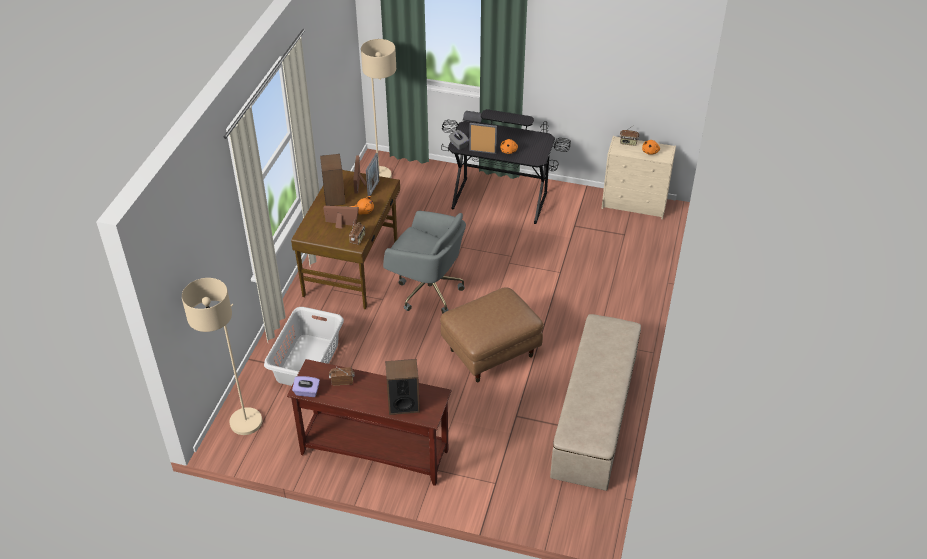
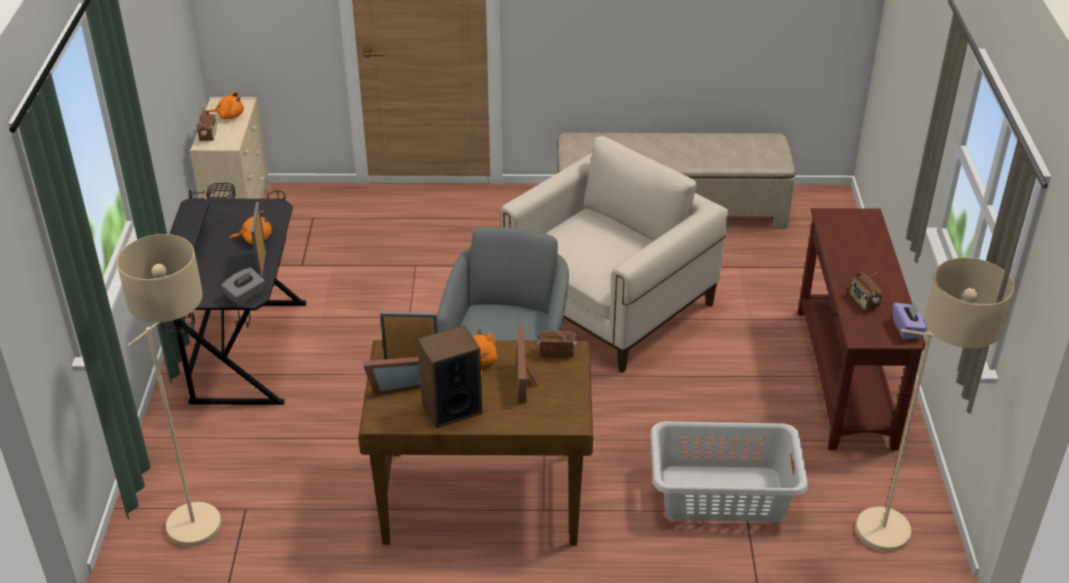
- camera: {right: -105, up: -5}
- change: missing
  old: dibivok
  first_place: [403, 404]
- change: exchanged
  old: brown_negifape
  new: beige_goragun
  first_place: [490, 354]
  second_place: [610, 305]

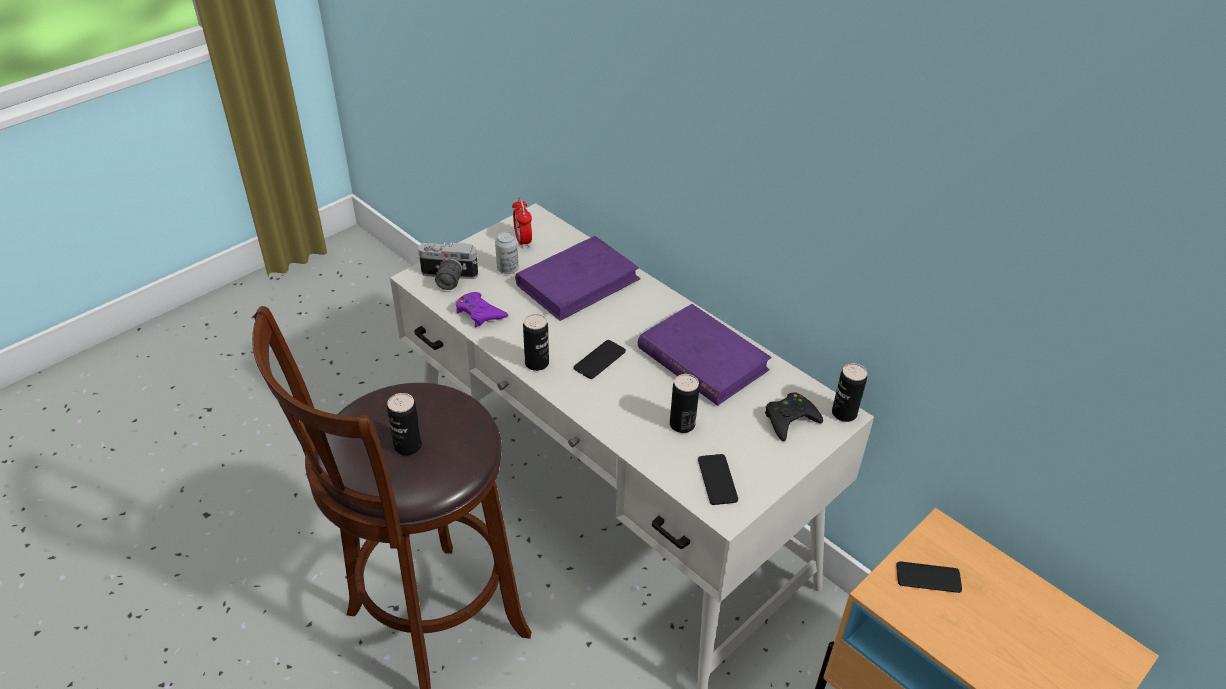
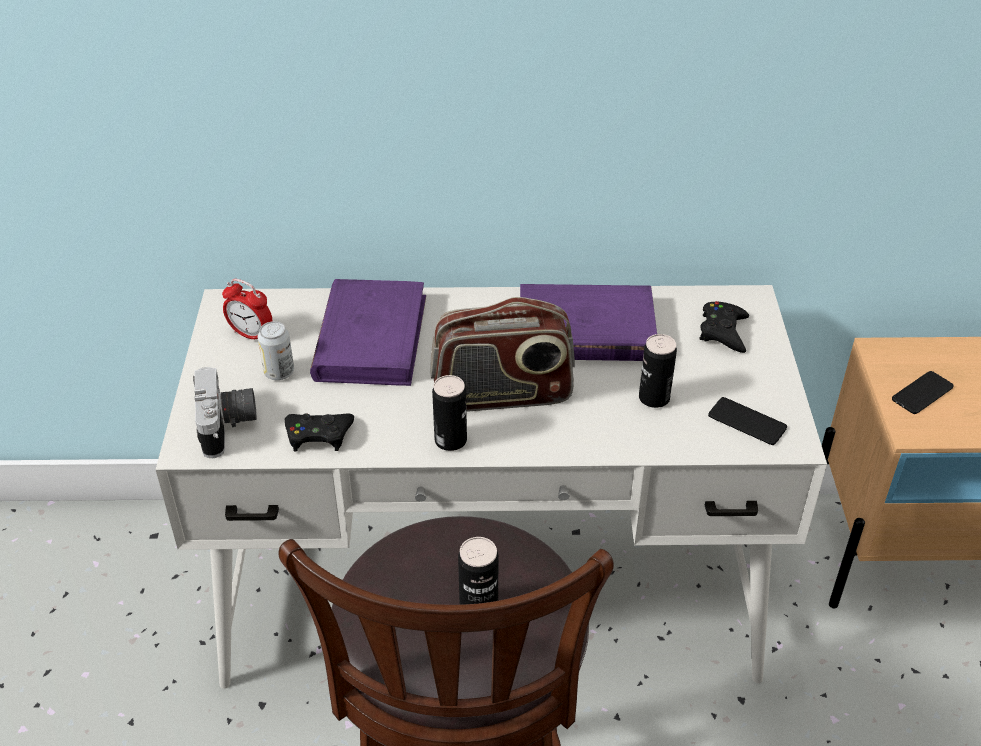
- camera: {right: -45, up: 0}
- change: spun
  old: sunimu
  first_place: [447, 279]
  second_place: [228, 426]
  degrees: -60
- change: colour
  old: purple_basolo
  new: black_basolo
  first_place: [480, 313]
  second_place: [318, 435]
- change: exchanged
  old: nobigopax
  new: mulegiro
  first_place: [599, 360]
  second_place: [502, 395]
- change: missing
  old: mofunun
  first_place: [844, 413]

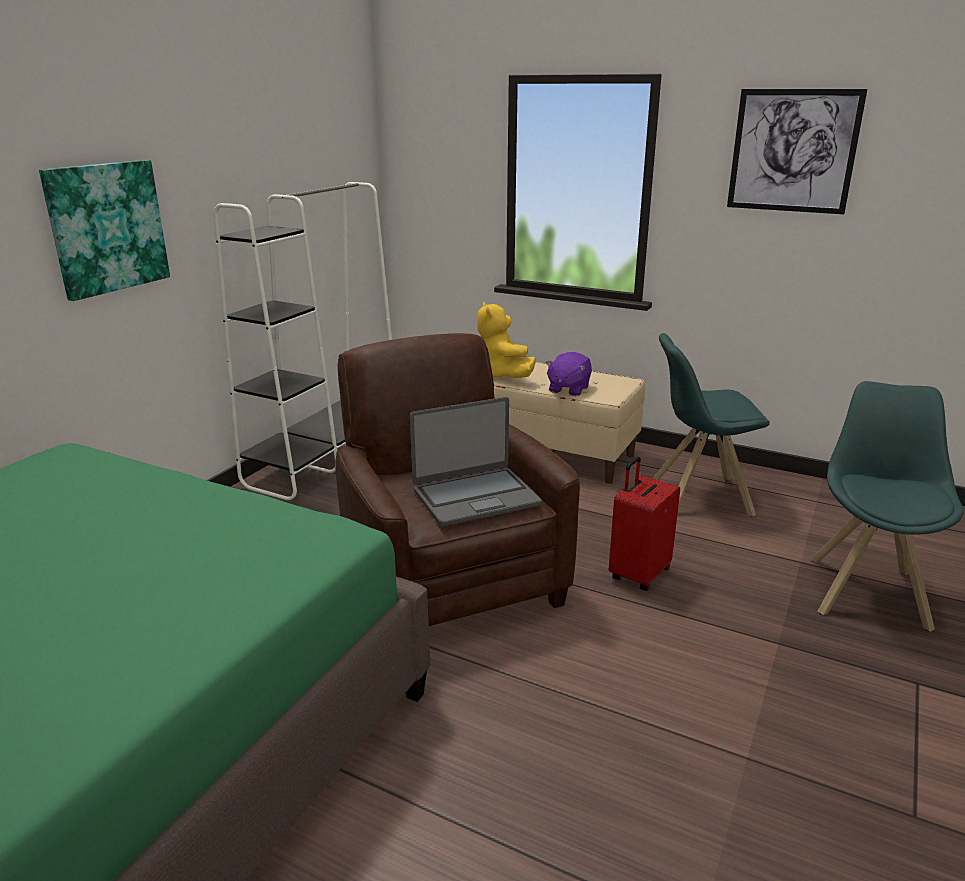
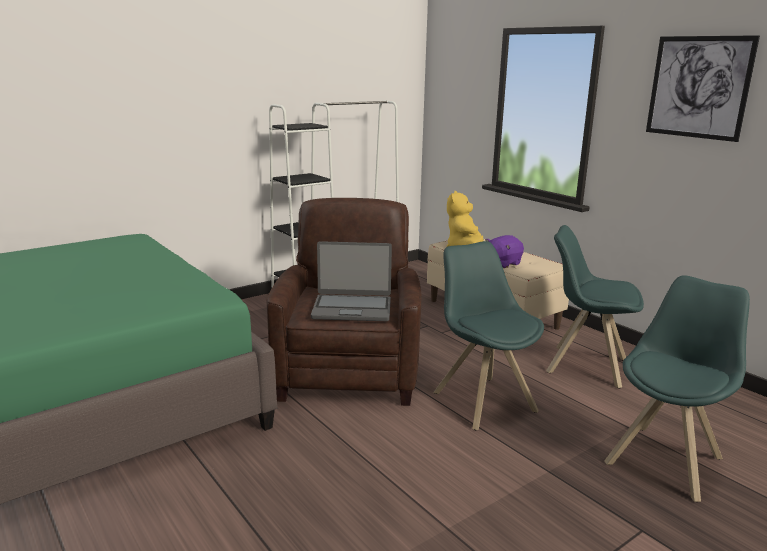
- camera: {right: 25, up: -5}
- change: missing
  old: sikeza
  first_place: [107, 228]
- change: exchanged
  old: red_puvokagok
  new: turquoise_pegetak
  first_place: [638, 574]
  second_place: [483, 401]

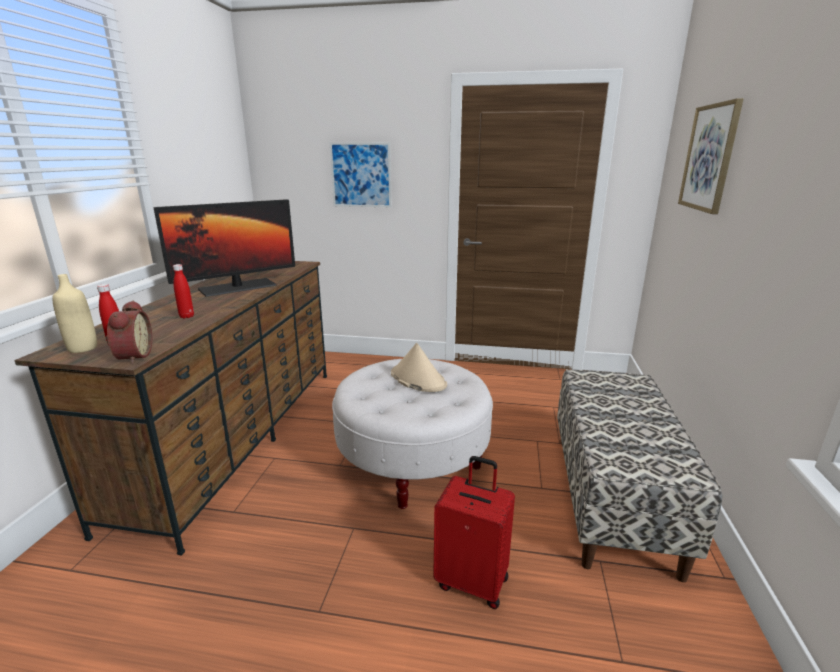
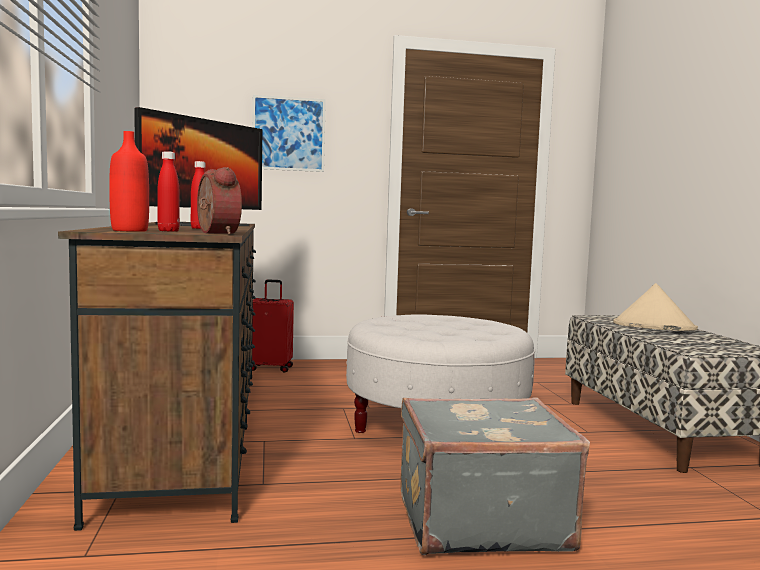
- camera: {right: -20, up: -15}
- change: colour
  old: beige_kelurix
  new: red_kelurix
  first_place: [82, 348]
  second_place: [129, 230]
- change: relocated
  old: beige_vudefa
  first_place: [417, 379]
  second_place: [653, 326]
- change: relocated
  old: red_puvokagok
  first_place: [472, 581]
  second_place: [270, 368]
- change: missing
  old: sikeza
  first_place: [709, 158]
- change: appeared
  new: grey_puvokagok
  second_place: [479, 520]

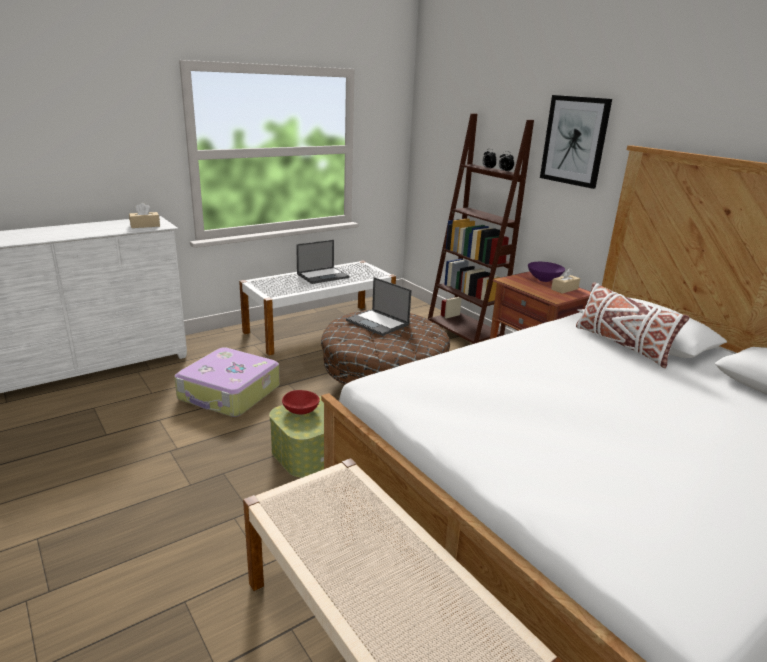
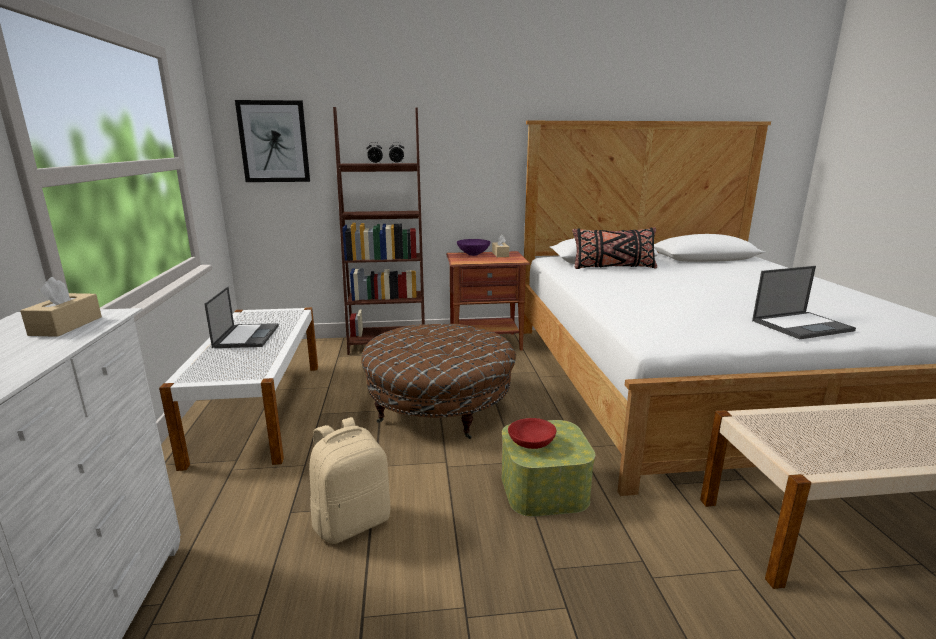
- camera: {right: -60, up: -5}
- change: exchanged
  old: puvokagok
  new: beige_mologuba
  first_place: [229, 393]
  second_place: [352, 522]
- change: relocated
  old: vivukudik
  first_place: [378, 323]
  second_place: [802, 325]
- change: relocated
  old: sikeza
  first_place: [574, 141]
  second_place: [274, 142]
- change: colour
  old: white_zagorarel
  new: black_zagorarel
  first_place: [621, 345]
  second_place: [613, 267]

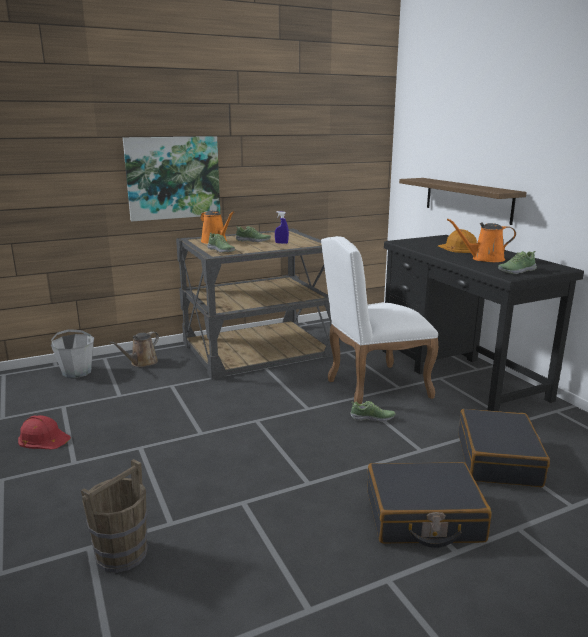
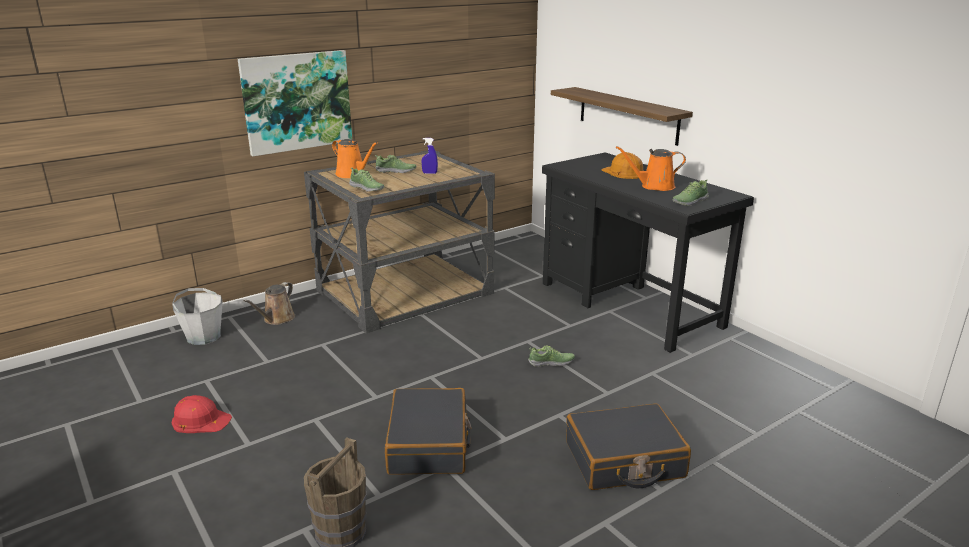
- camera: {right: -10, up: 5}
- change: missing
  old: white_pegetak
  first_place: [374, 387]
- change: relocated
  old: black_puvokagok
  first_place: [498, 459]
  second_place: [429, 444]

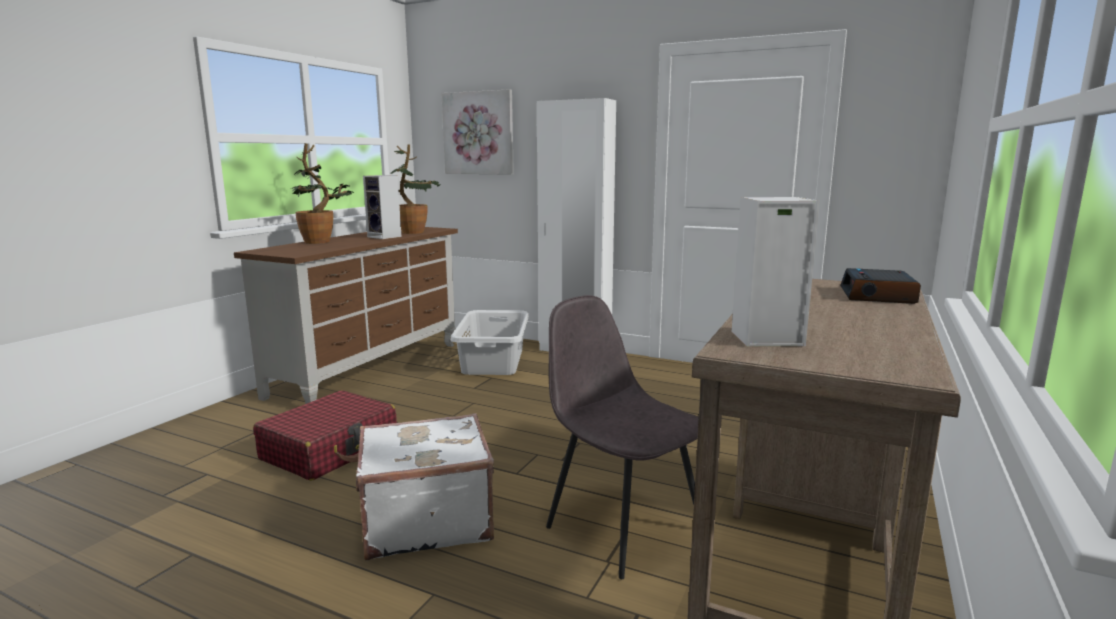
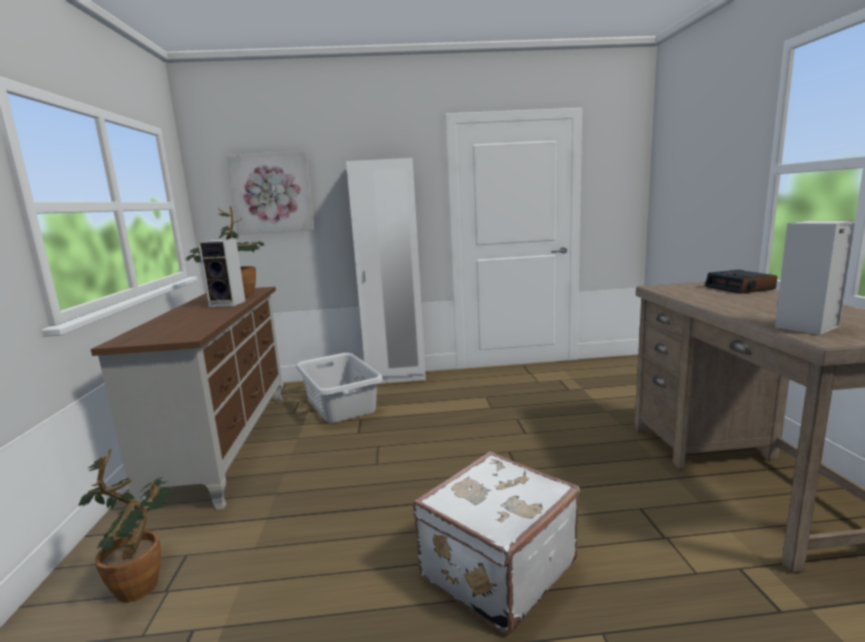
- camera: {right: -30, up: 0}
- change: missing
  old: red_puvokagok
  first_place: [331, 449]
- change: relocated
  old: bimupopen
  first_place: [323, 241]
  second_place: [145, 580]
- change: missing
  old: grey_pegetak
  first_place: [621, 526]

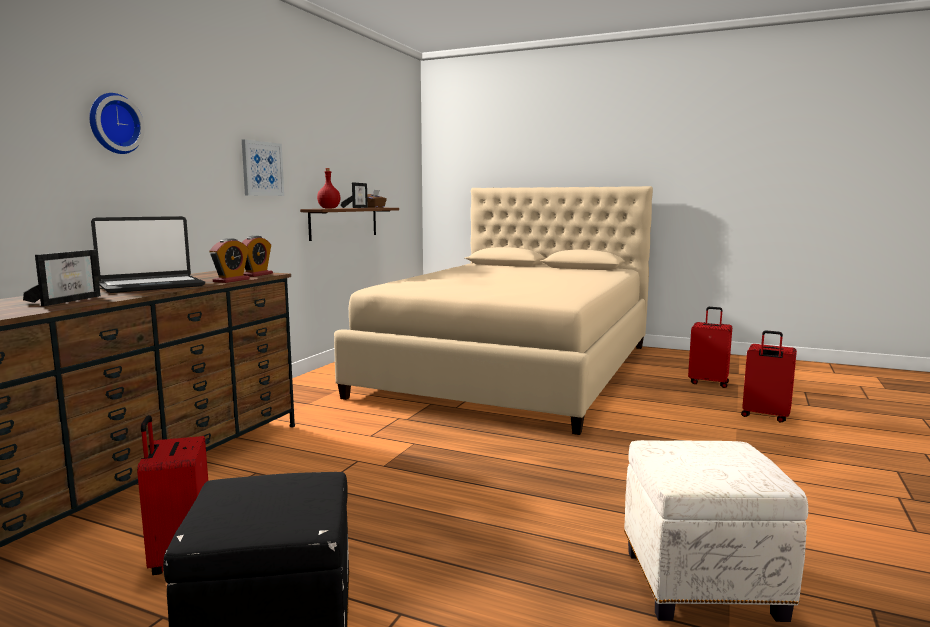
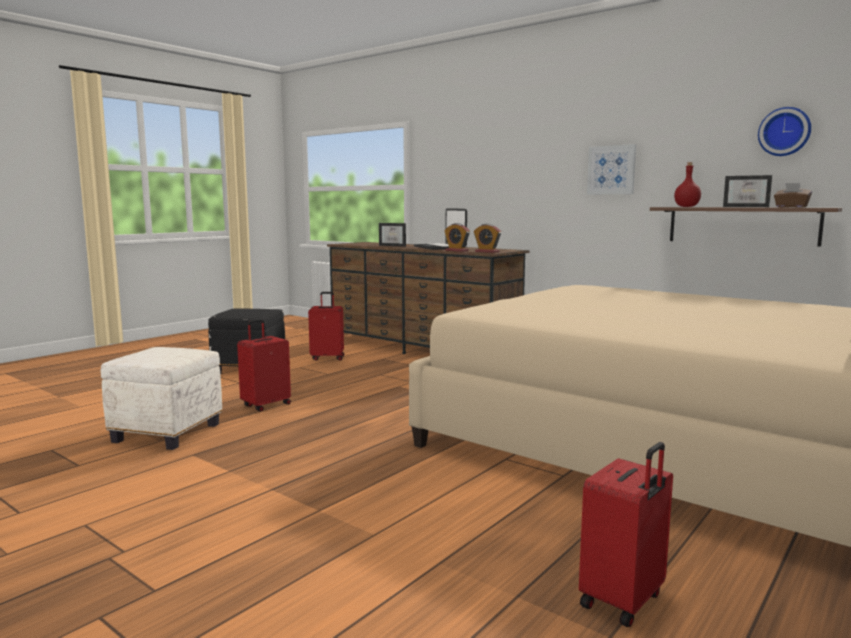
- camera: {right: 105, up: 0}
- change: relocated
  old: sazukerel
  first_place: [113, 124]
  second_place: [784, 132]
- change: relocated
  old: red_puvokagok
  first_place: [765, 416]
  second_place: [266, 405]

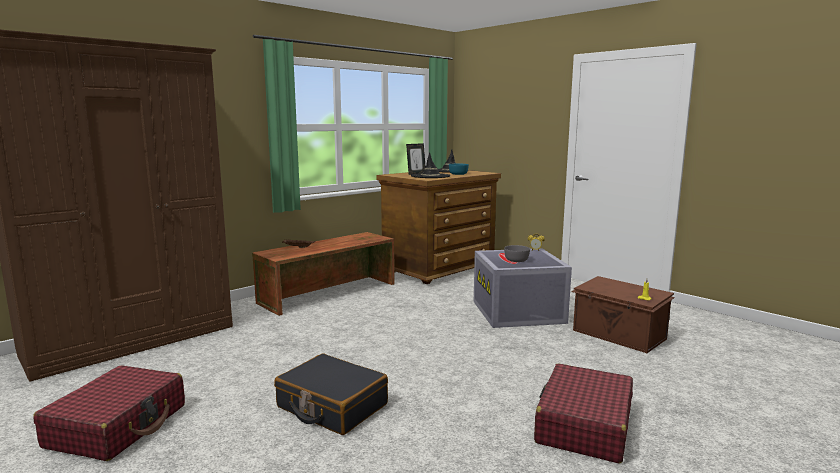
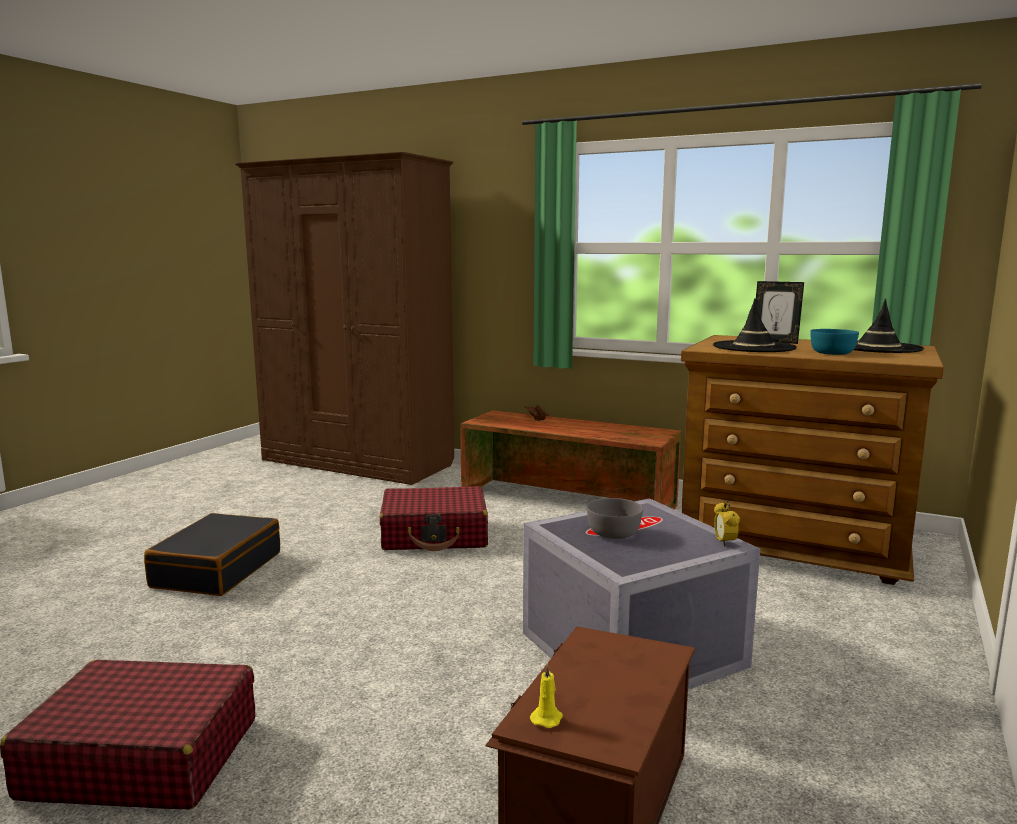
- camera: {right: 70, up: 0}
- change: relocated
  old: red_puvokagok
  first_place: [118, 426]
  second_place: [435, 535]

